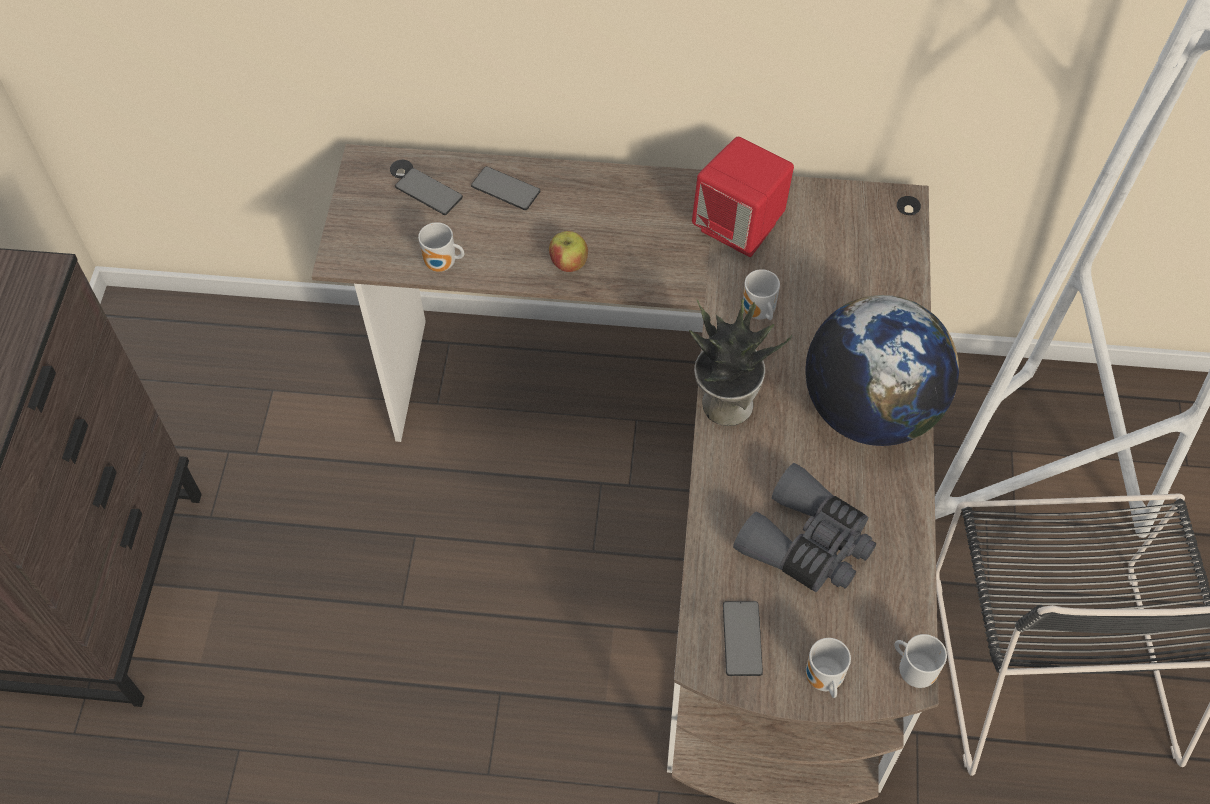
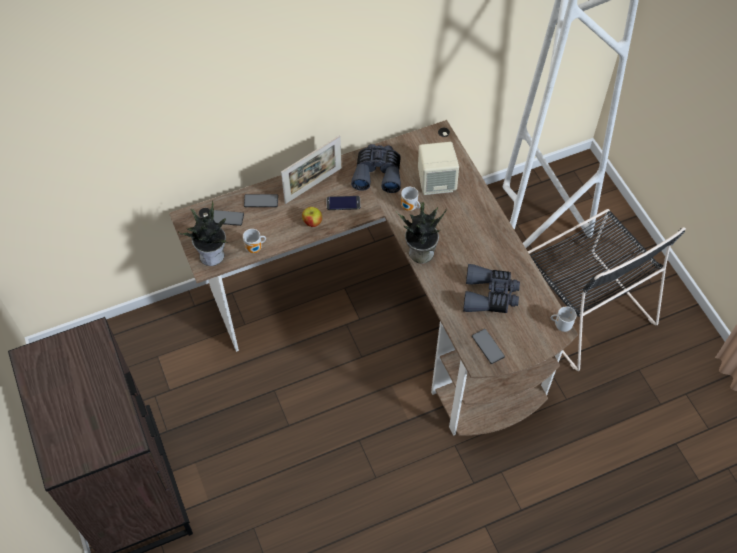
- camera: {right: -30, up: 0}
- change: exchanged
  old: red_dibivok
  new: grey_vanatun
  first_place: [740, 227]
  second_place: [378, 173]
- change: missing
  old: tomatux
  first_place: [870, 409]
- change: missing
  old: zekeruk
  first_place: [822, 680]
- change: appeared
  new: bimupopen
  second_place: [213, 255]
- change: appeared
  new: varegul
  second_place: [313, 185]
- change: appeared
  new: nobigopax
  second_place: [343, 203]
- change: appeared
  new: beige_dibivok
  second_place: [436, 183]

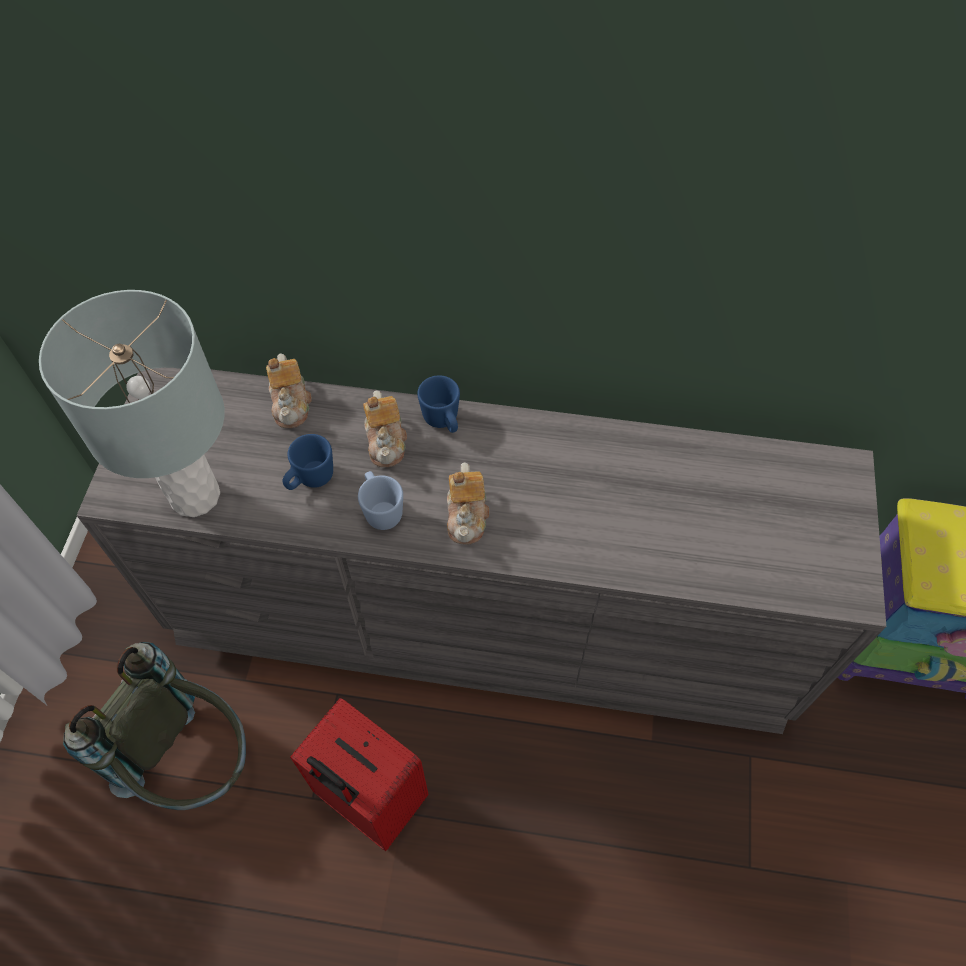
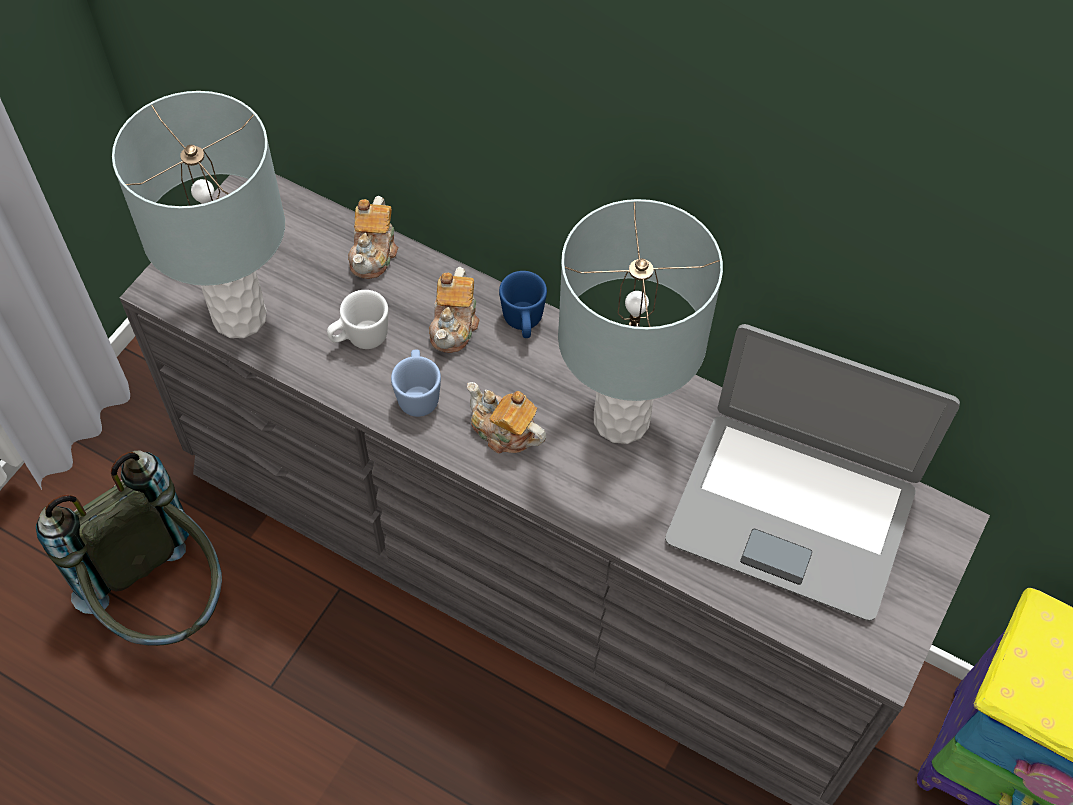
- camera: {right: 20, up: 0}
- change: colour
  old: blue_zekeruk
  new: white_zekeruk
  first_place: [310, 479]
  second_place: [360, 338]
- change: missing
  old: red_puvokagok
  first_place: [369, 799]
- change: spun
  old: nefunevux
  first_place: [467, 516]
  second_place: [504, 431]
  degrees: 105
- change: appeared
  new: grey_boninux
  second_place: [622, 420]
- change: appeared
  new: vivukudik
  second_place: [792, 512]

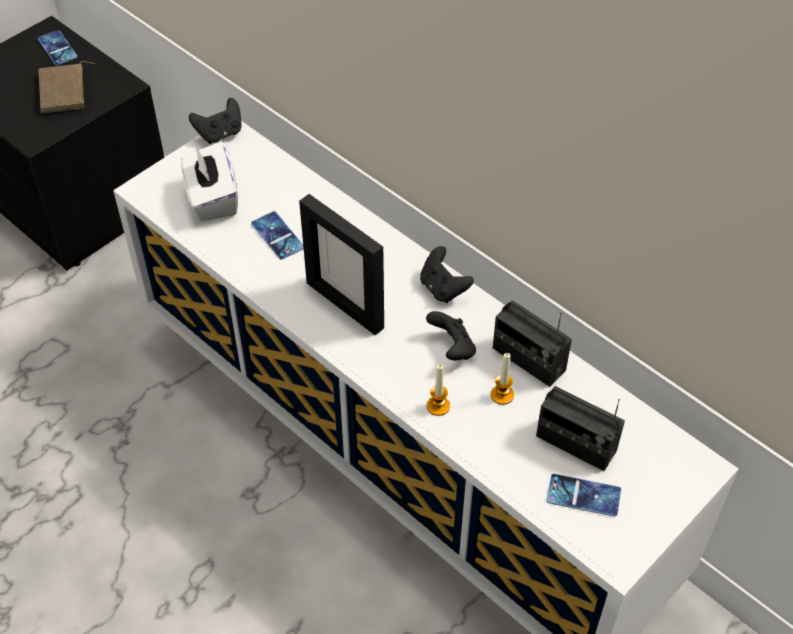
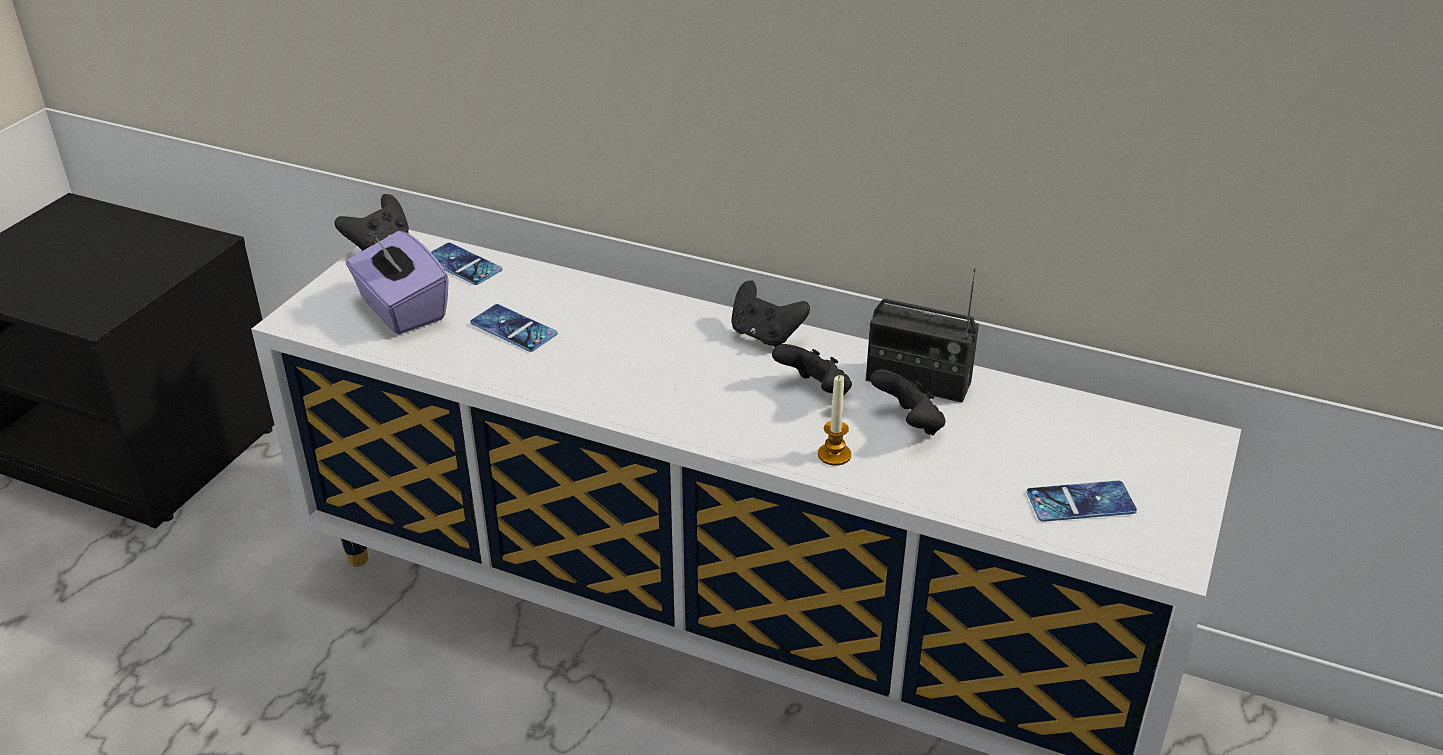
- camera: {right: -20, up: -15}
- change: relocated
  old: nobigopax
  first_place: [57, 48]
  second_place: [462, 264]
- change: missing
  old: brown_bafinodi
  first_place: [65, 92]
- change: colour
  old: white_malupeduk
  new: purple_malupeduk
  first_place: [212, 199]
  second_place: [401, 310]
- change: missing
  old: varegul
  first_place: [346, 304]
- change: exchanged
  old: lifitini
  new: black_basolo
  first_place: [502, 395]
  second_place: [909, 424]
- change: missing
  old: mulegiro
  first_place: [575, 444]

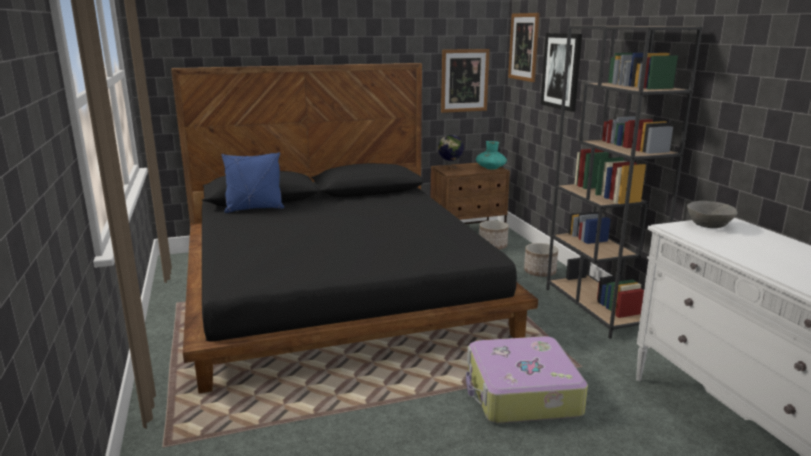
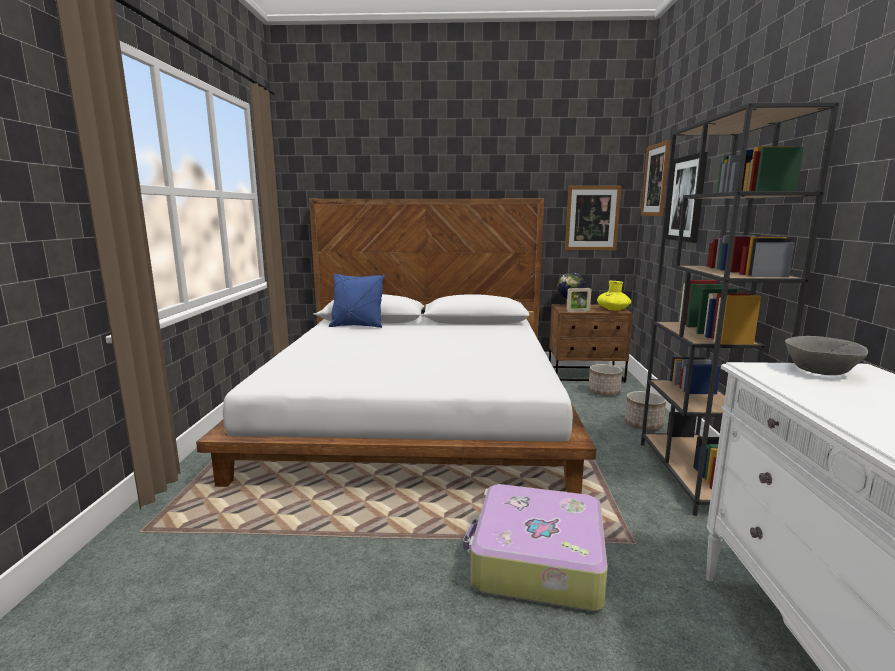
- camera: {right: 20, up: -5}
- change: colour
  old: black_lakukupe
  new: white_lakukupe
  first_place: [337, 289]
  second_place: [416, 411]
- change: colour
  old: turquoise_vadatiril
  new: yellow_vadatiril
  first_place: [490, 168]
  second_place: [613, 309]
- change: appeared
  new: varegul
  second_place: [578, 311]

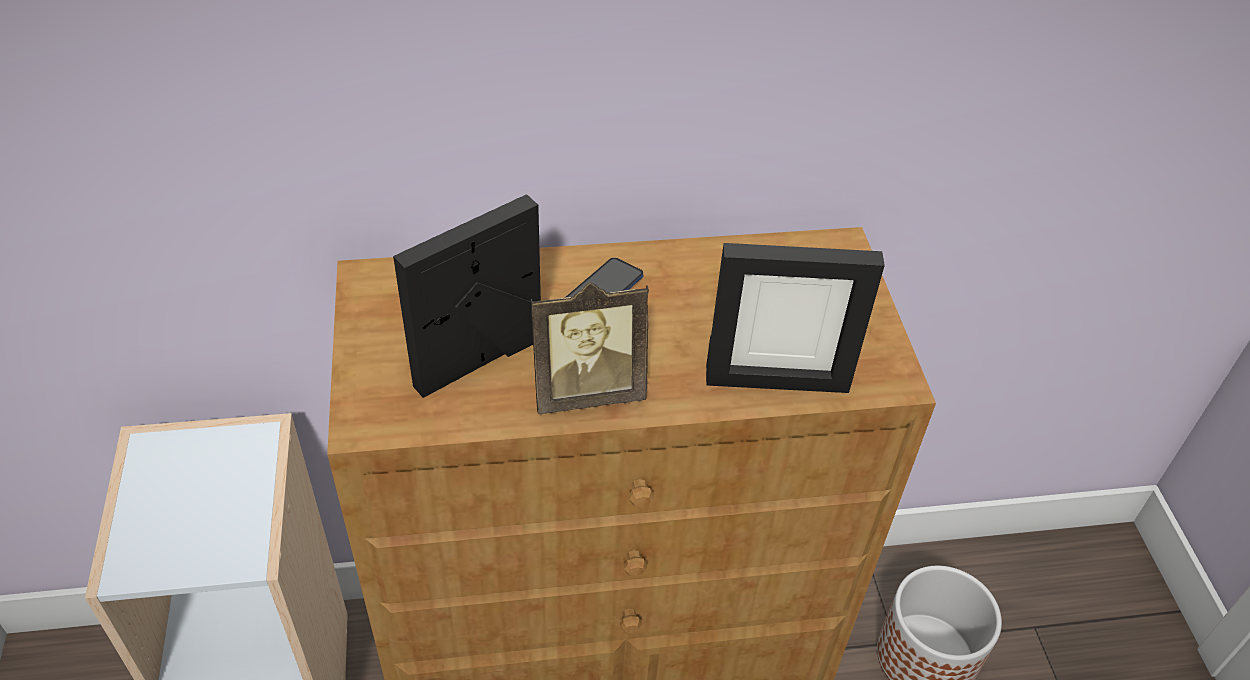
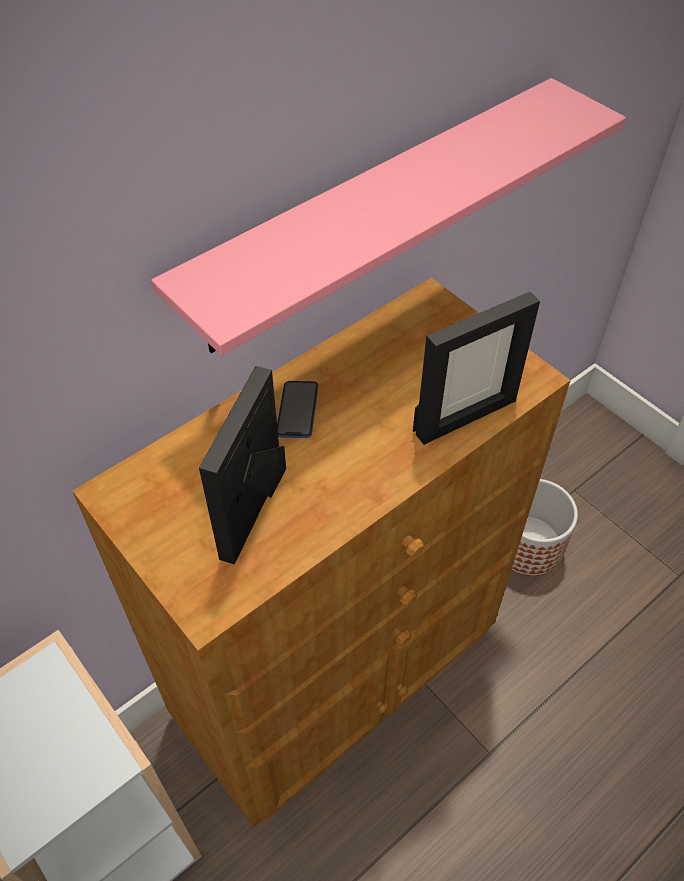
- camera: {right: -30, up: 5}
- change: missing
  old: varegul
  first_place: [587, 391]
- change: appeared
  new: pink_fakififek
  second_place: [373, 215]

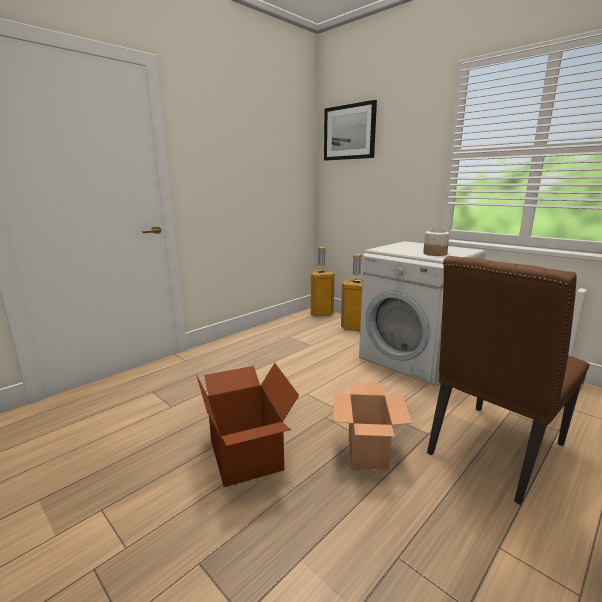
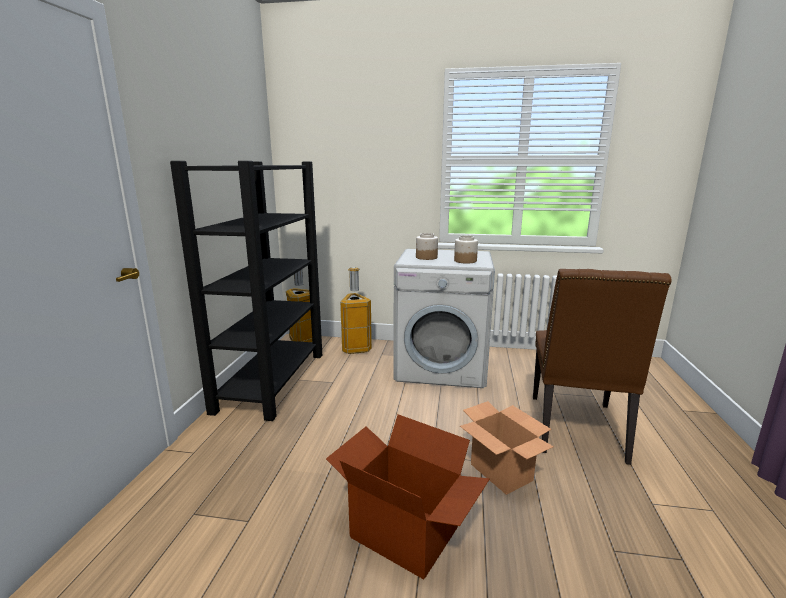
- camera: {right: -35, up: 0}
- change: missing
  old: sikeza
  first_place: [349, 132]
- change: appeared
  new: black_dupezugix
  second_place: [272, 381]
- change: appeared
  new: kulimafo
  second_place: [426, 257]

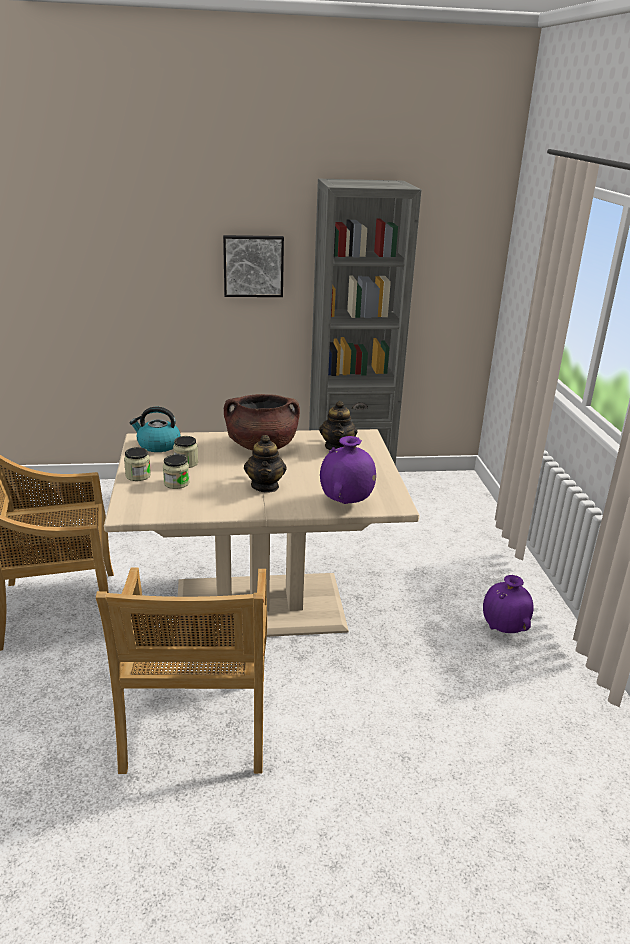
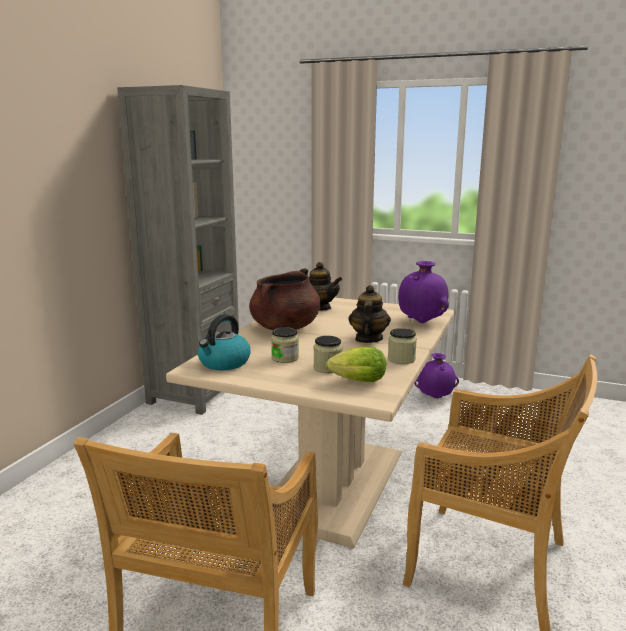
- camera: {right: -60, up: -10}
- change: relocated
  old: kulimafo
  first_place: [138, 475]
  second_place: [401, 359]
- change: missing
  old: sikeza
  first_place: [253, 266]
- change: spun
  old: nefunevux
  first_place: [265, 486]
  second_place: [368, 339]
  degrees: -105
- change: appeared
  new: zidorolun
  second_place: [355, 381]

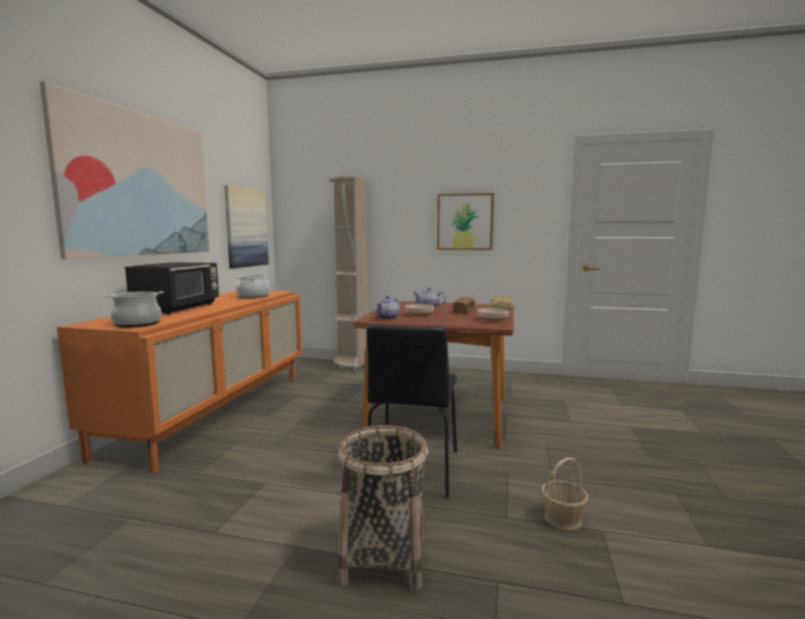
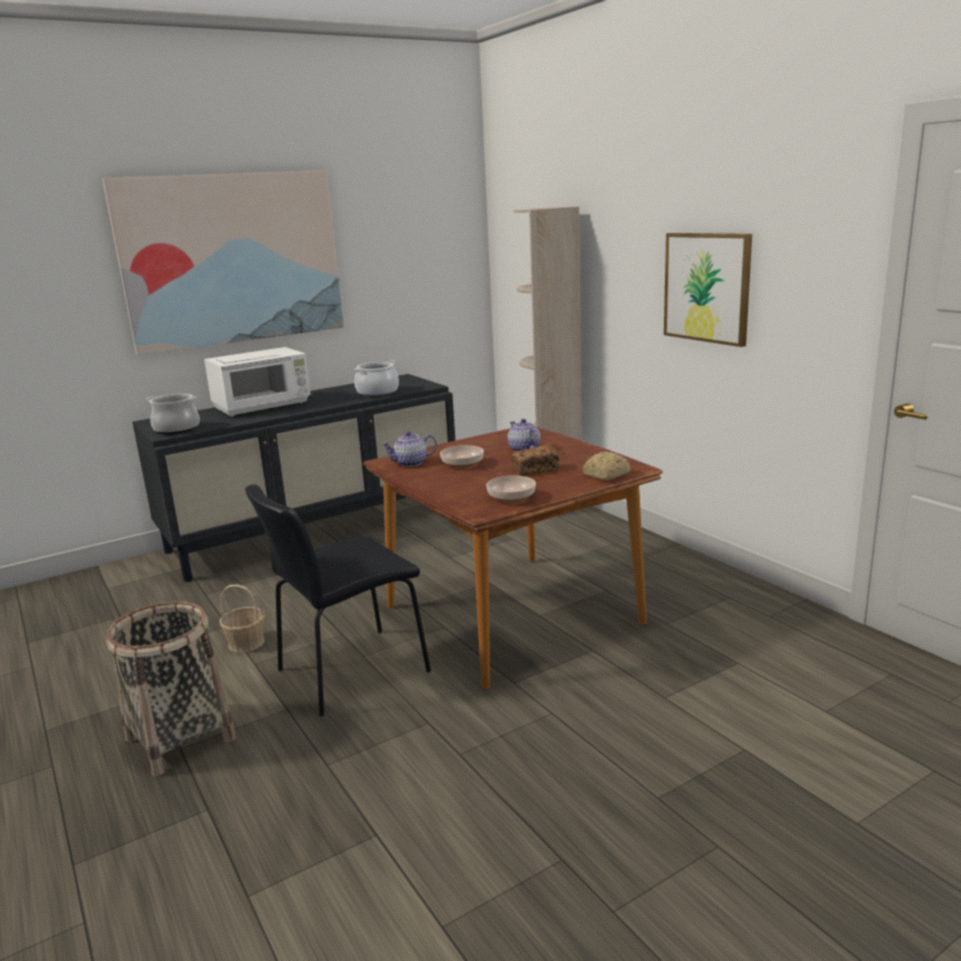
- camera: {right: 45, up: 10}
- change: colour
  old: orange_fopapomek
  new: black_fopapomek
  first_place: [214, 412]
  second_place: [315, 531]
- change: colour
  old: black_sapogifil
  new: white_sapogifil
  first_place: [178, 308]
  second_place: [263, 406]
- change: missing
  old: sikeza
  first_place: [246, 227]
- change: relocated
  old: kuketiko
  first_place: [563, 518]
  second_place: [246, 643]

